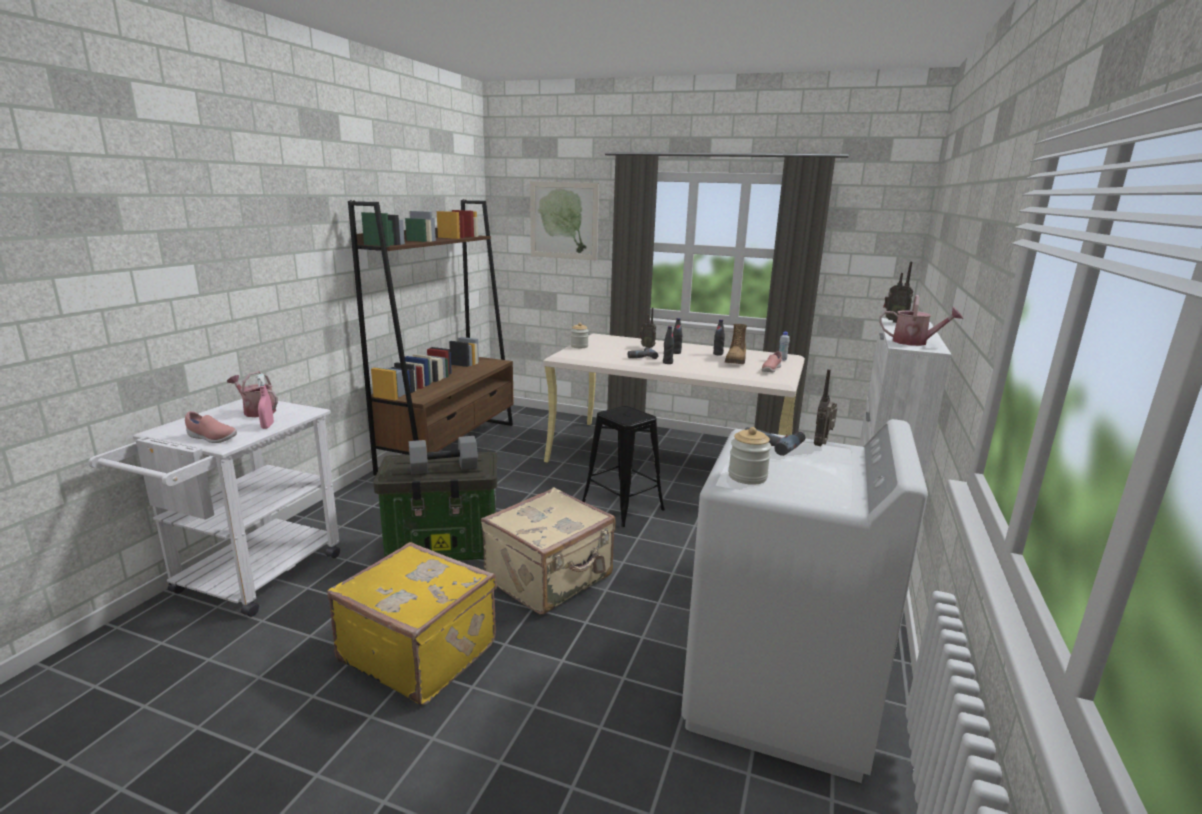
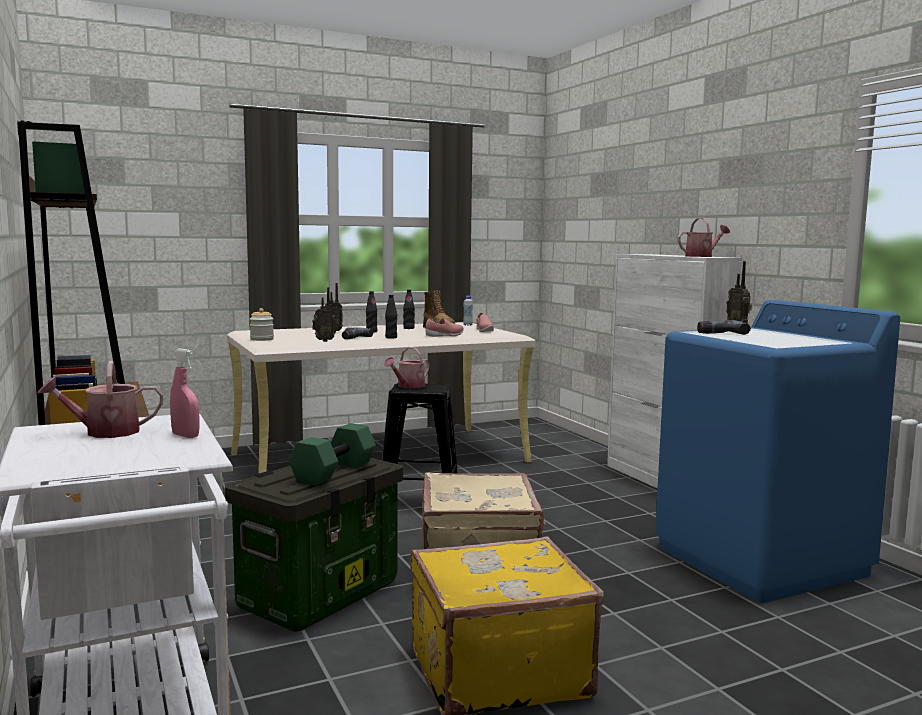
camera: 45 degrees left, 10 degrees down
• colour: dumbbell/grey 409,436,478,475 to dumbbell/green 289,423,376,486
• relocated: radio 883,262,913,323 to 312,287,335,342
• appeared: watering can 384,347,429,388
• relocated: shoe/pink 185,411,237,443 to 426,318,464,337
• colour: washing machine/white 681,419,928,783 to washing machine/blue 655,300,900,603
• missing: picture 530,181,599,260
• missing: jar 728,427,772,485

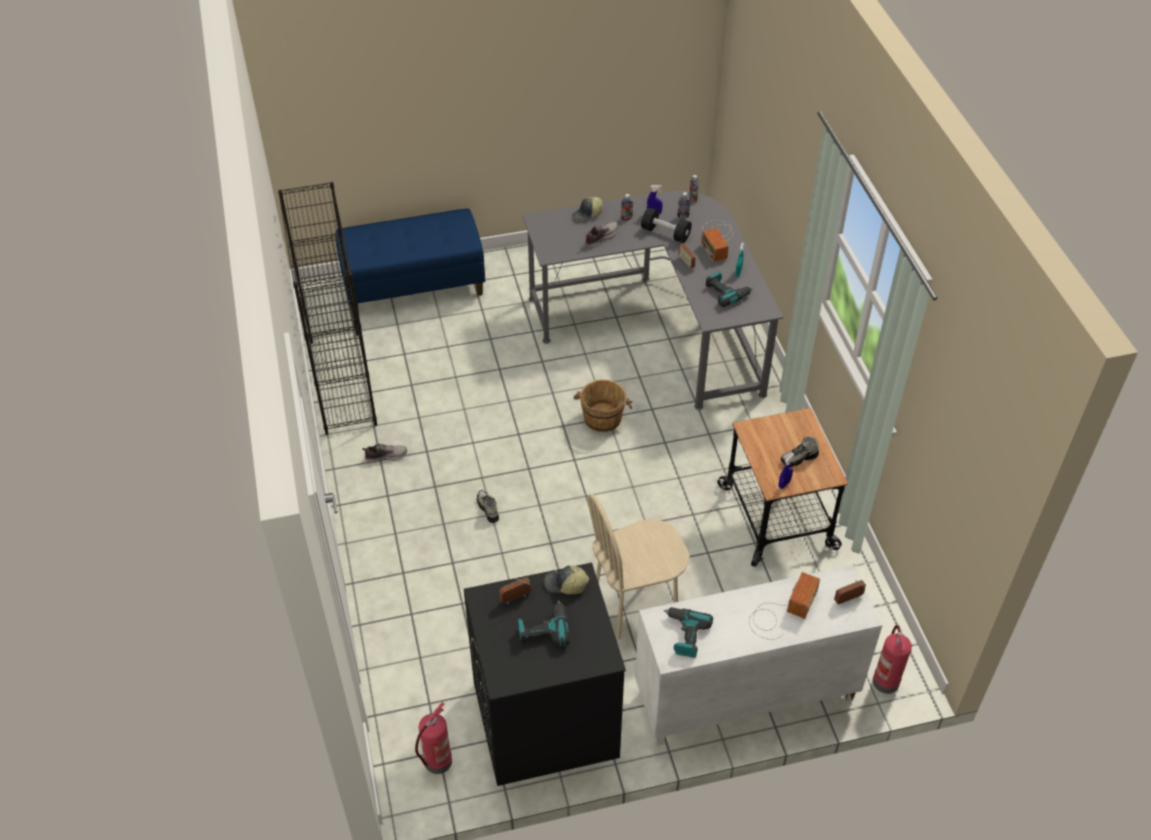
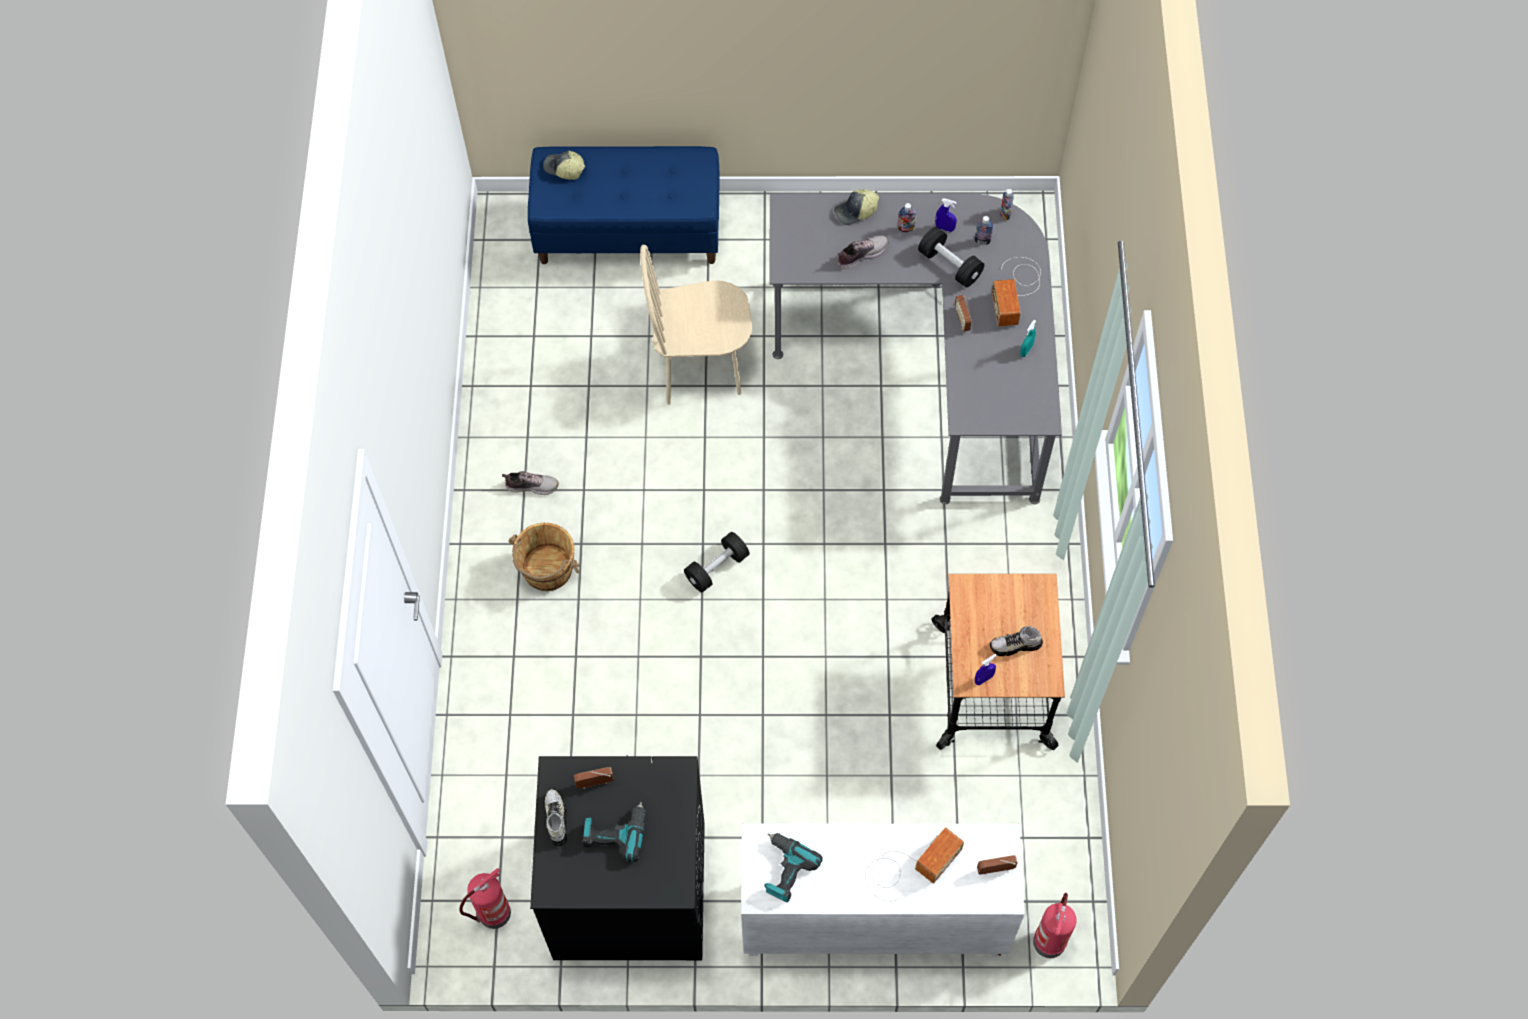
camera: 15 degrees right, 15 degrees up
• relocated: bucket/brown 573,380,632,432 to 508,523,580,591
• relocated: cap 544,565,589,594 to 543,151,585,180
• relocated: shoe 477,490,499,523 to 543,788,567,846
• relocated: chair/beige 588,494,690,639 to 640,245,752,405
• appeared: dumbbell/black 684,532,750,592
• missing: bookcase/black 278,182,377,435
• missing: power drill 706,271,753,307

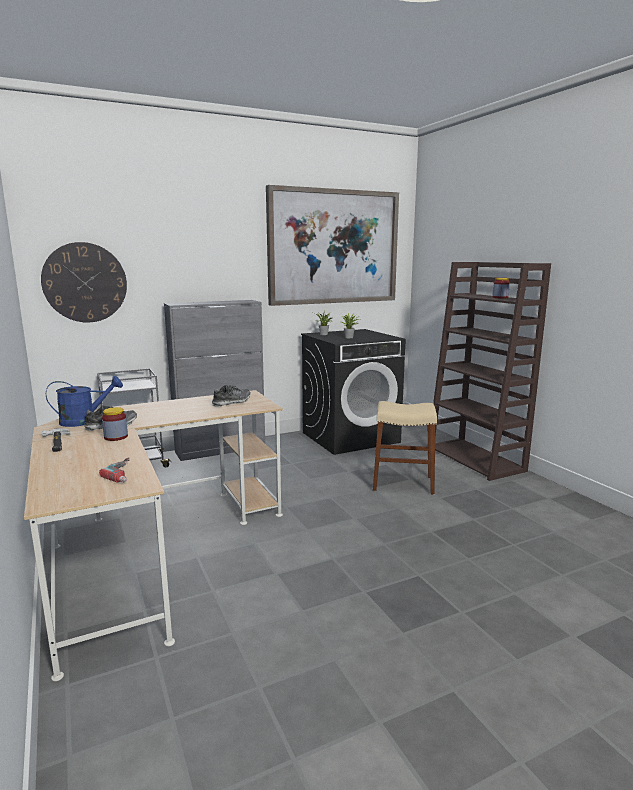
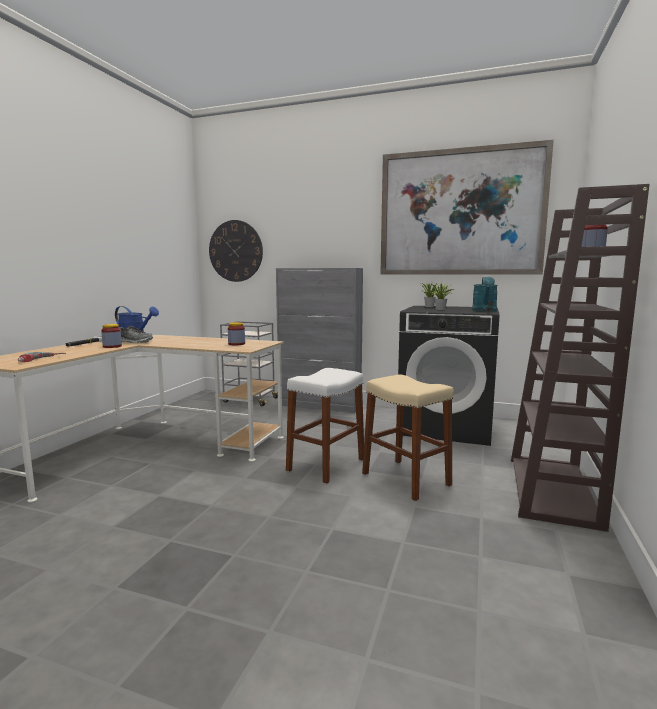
camera: 45 degrees right, 5 degrees down
• exchanged: shoe 212,385,251,406 to jar 228,322,245,345
• appeared: stool/white 286,368,364,484
• appeared: watering can/turquoise 472,277,498,312

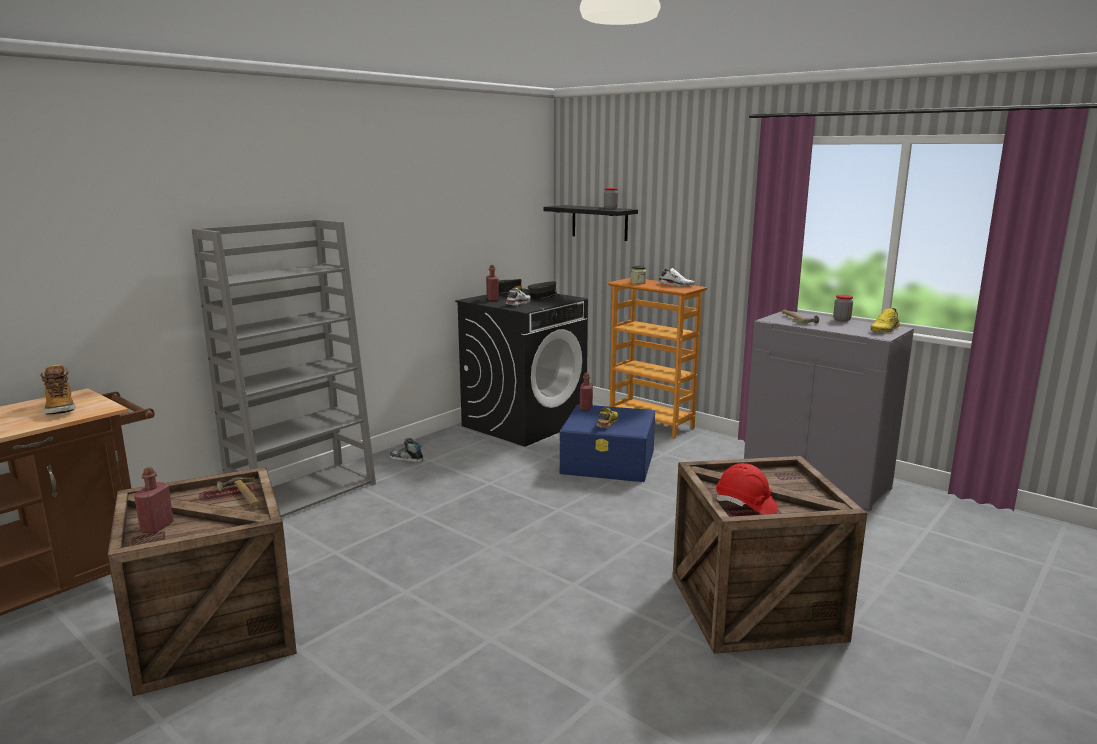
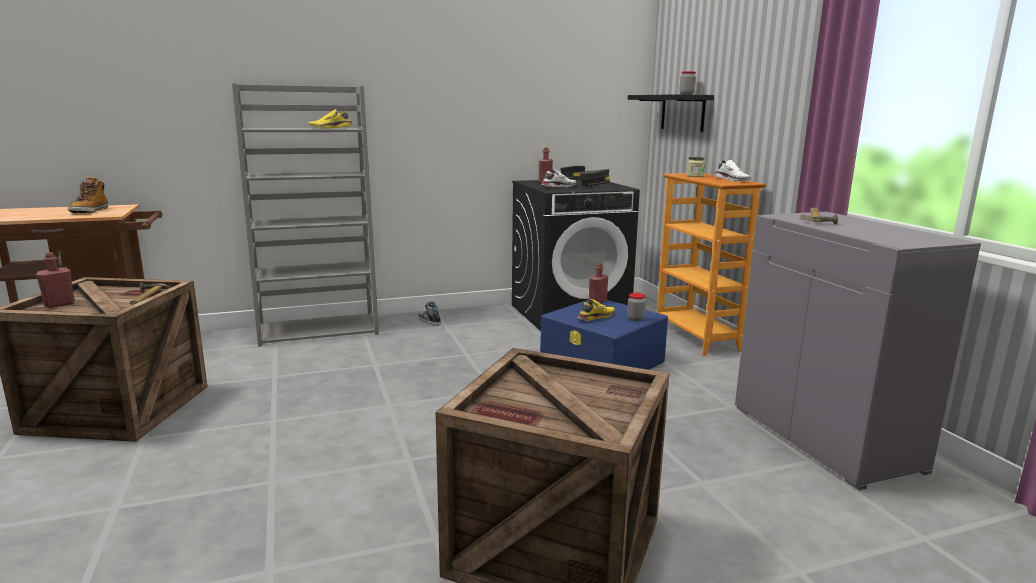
camera: 30 degrees right, 0 degrees up
• relocated: shoe/yellow 871,308,900,333 to 308,109,352,129
• relocated: jar 833,295,853,322 to 627,293,646,321
• missing: hard hat/red 716,463,778,515

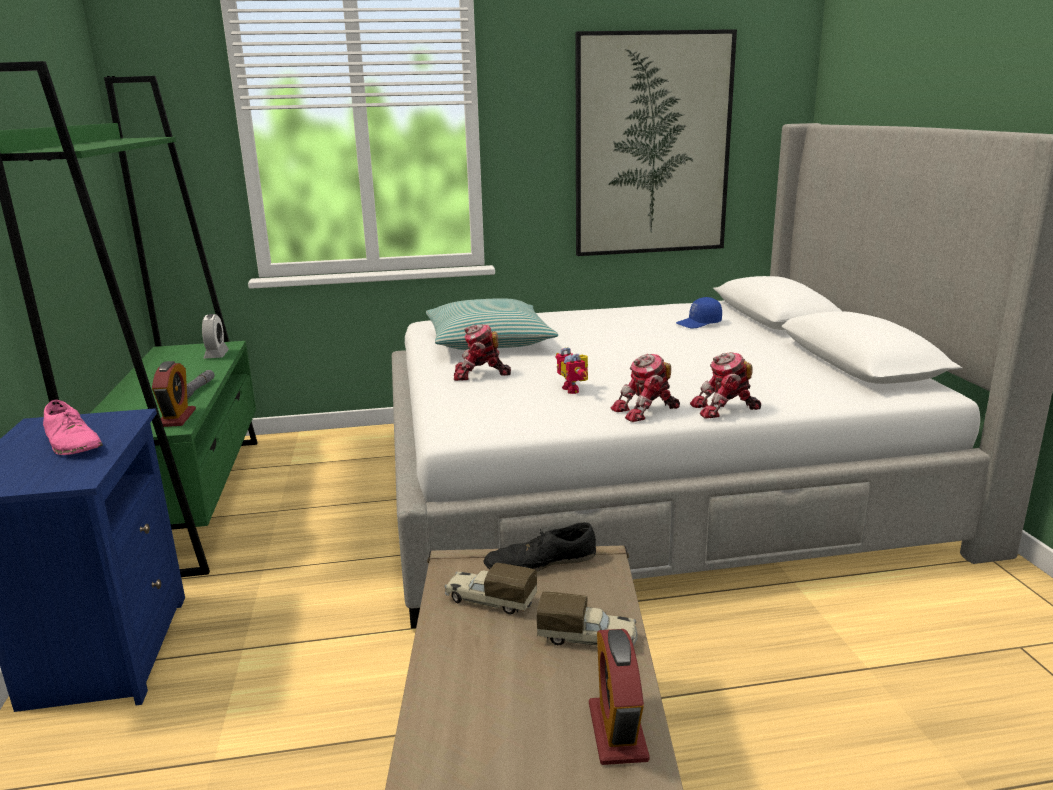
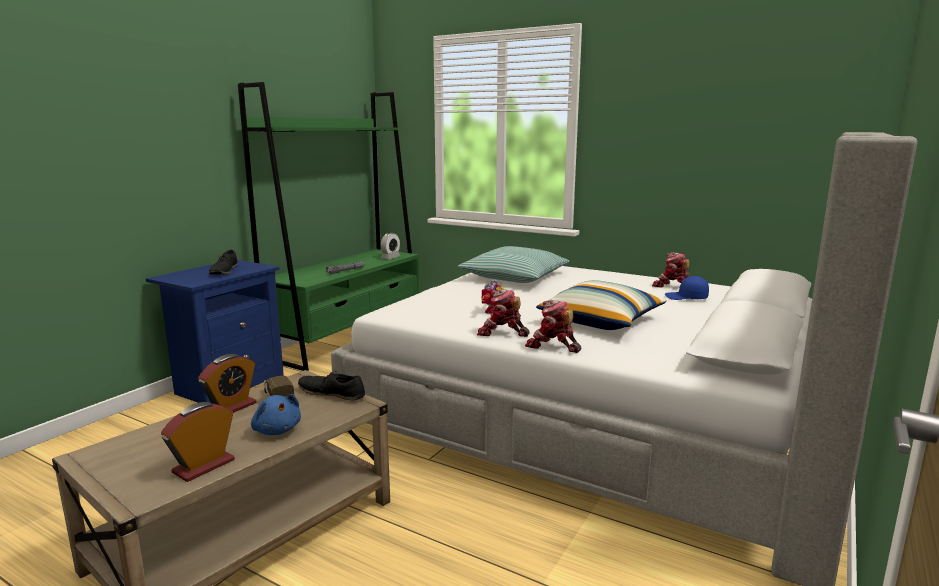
camera: 40 degrees right, 5 degrees down
• relocated: alarm clock 152,361,196,427 to 198,354,256,413
• colour: shoe/pink 43,400,103,455 to shoe/black 209,250,237,274
• exchanged: toy truck 537,591,638,646 to plush toy/blue 251,394,301,435
• appeared: pillow 536,280,667,330
• relocated: toy robot 454,325,511,381 to 652,252,690,288
• missing: picture 575,29,737,256

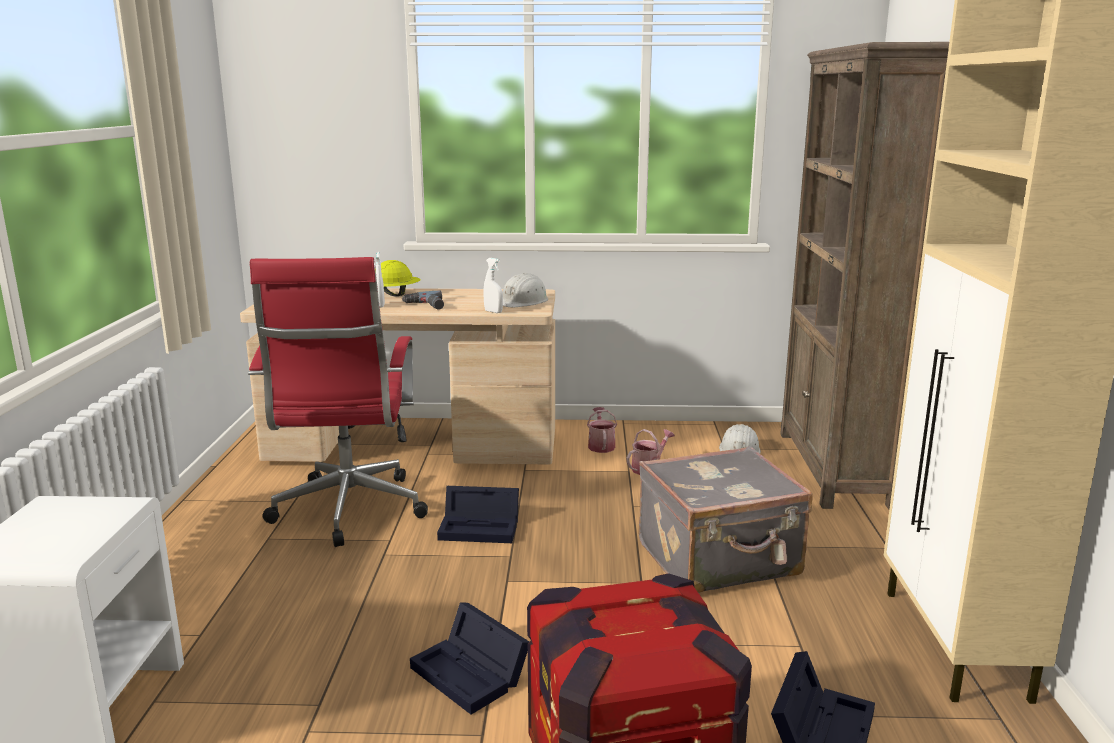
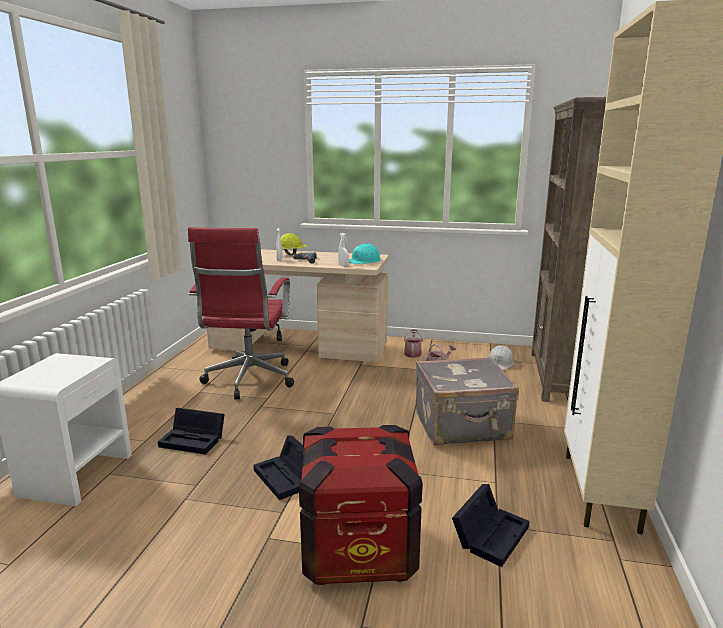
camera: 10 degrees right, 0 degrees up
• relocated: storage box/black 437,486,519,543 to 158,408,225,455
• colour: hard hat/white 503,273,548,308 to hard hat/turquoise 349,243,381,264

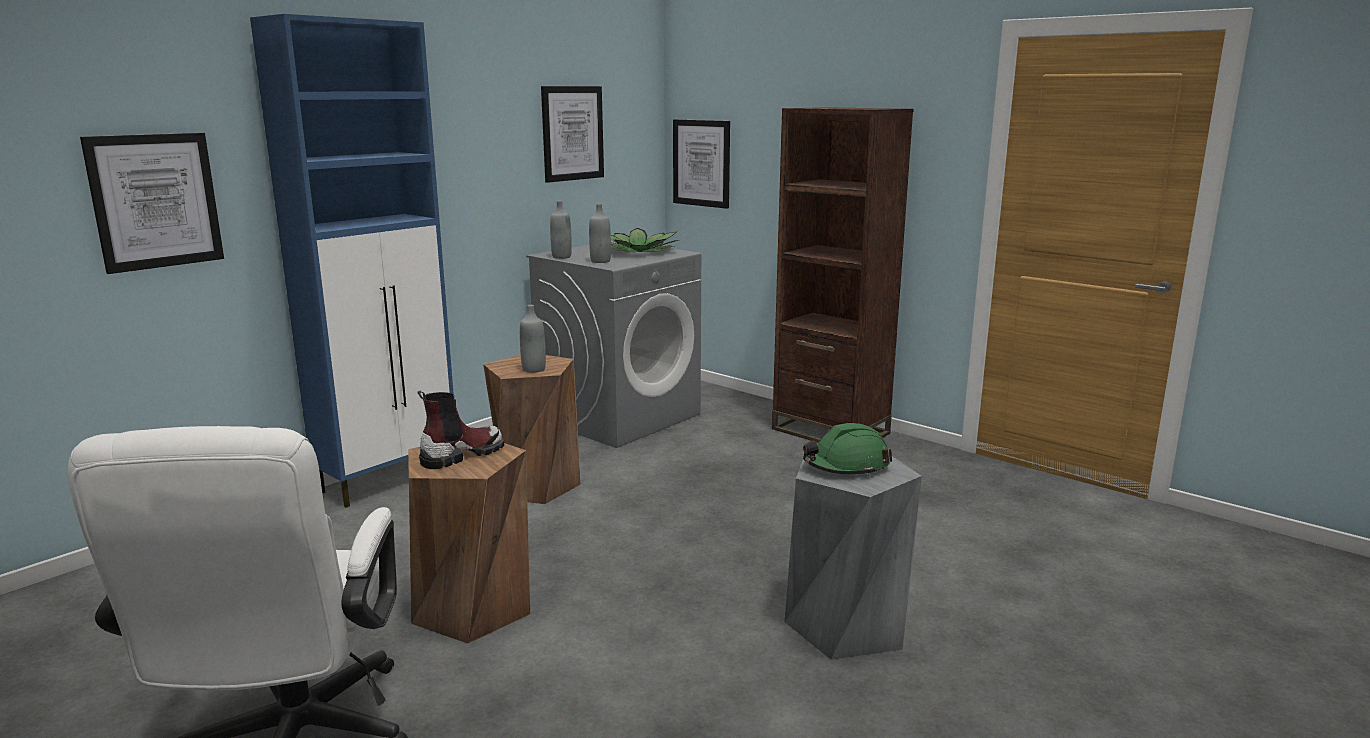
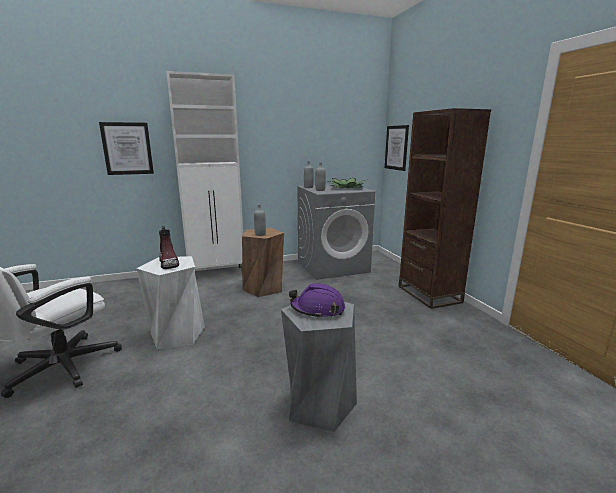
camera: 30 degrees right, 0 degrees up
• colour: stool/brown 408,443,530,644 to stool/white 136,256,205,349
• spun: boot 418,391,504,469 = 159,226,179,269 75 degrees clockwise
• colour: cabinet/blue 250,14,454,508 to cabinet/white 166,71,243,270
• colour: hard hat/green 803,423,892,476 to hard hat/purple 289,283,345,319
• missing: picture 541,86,604,183

